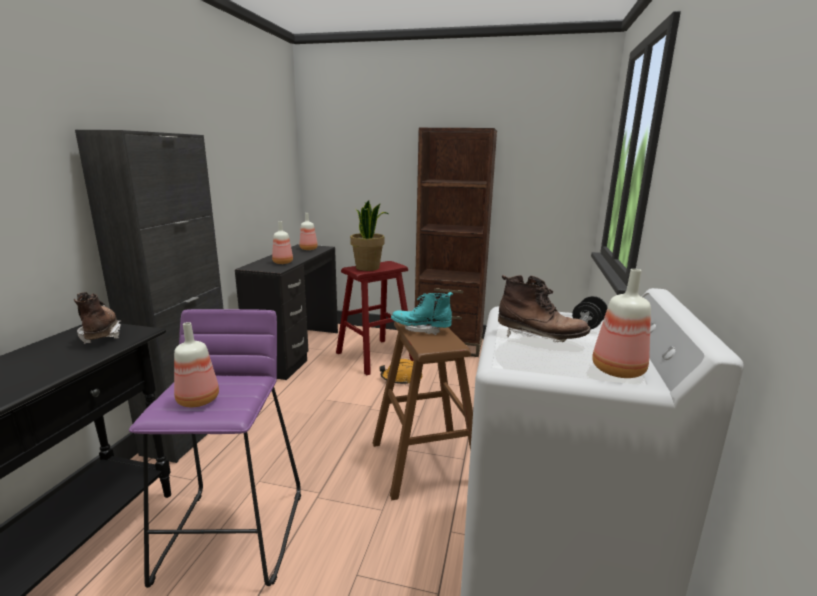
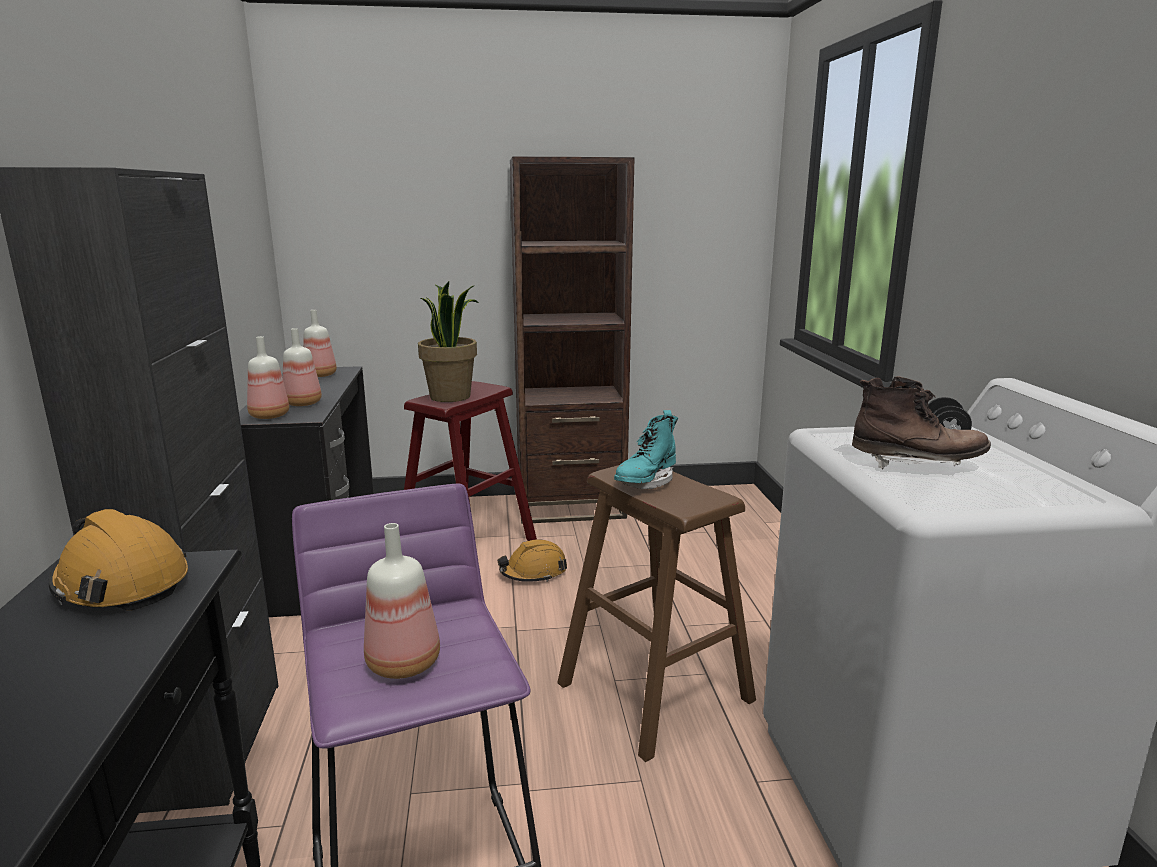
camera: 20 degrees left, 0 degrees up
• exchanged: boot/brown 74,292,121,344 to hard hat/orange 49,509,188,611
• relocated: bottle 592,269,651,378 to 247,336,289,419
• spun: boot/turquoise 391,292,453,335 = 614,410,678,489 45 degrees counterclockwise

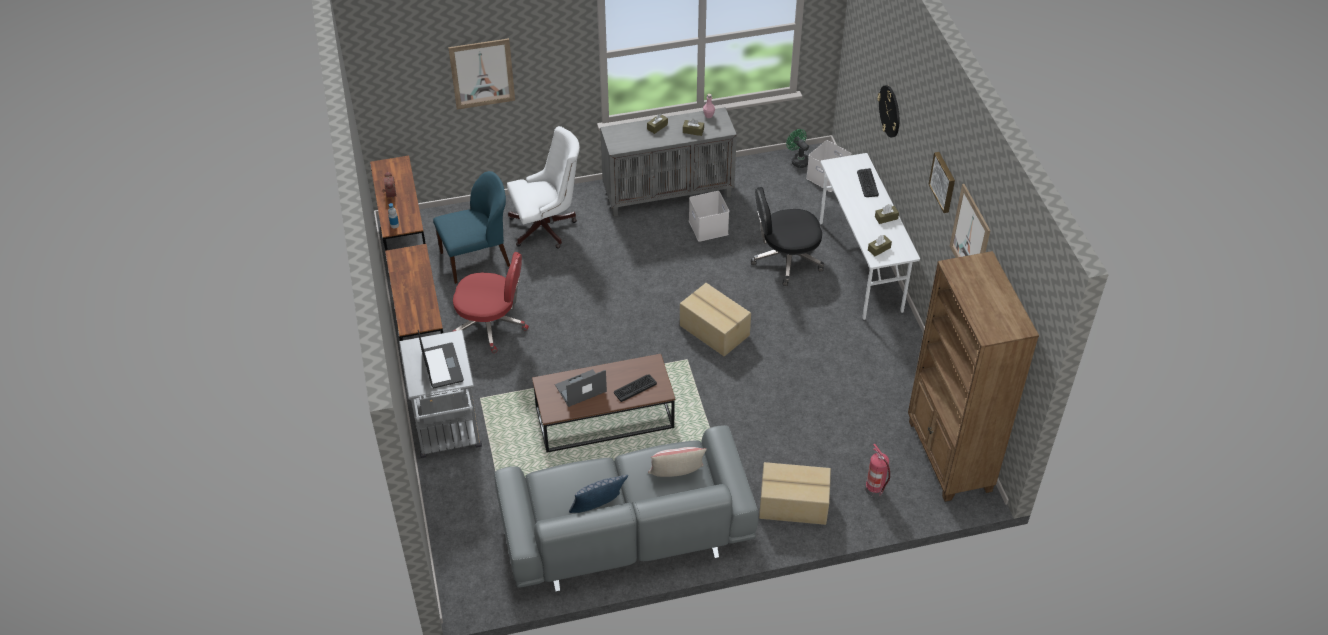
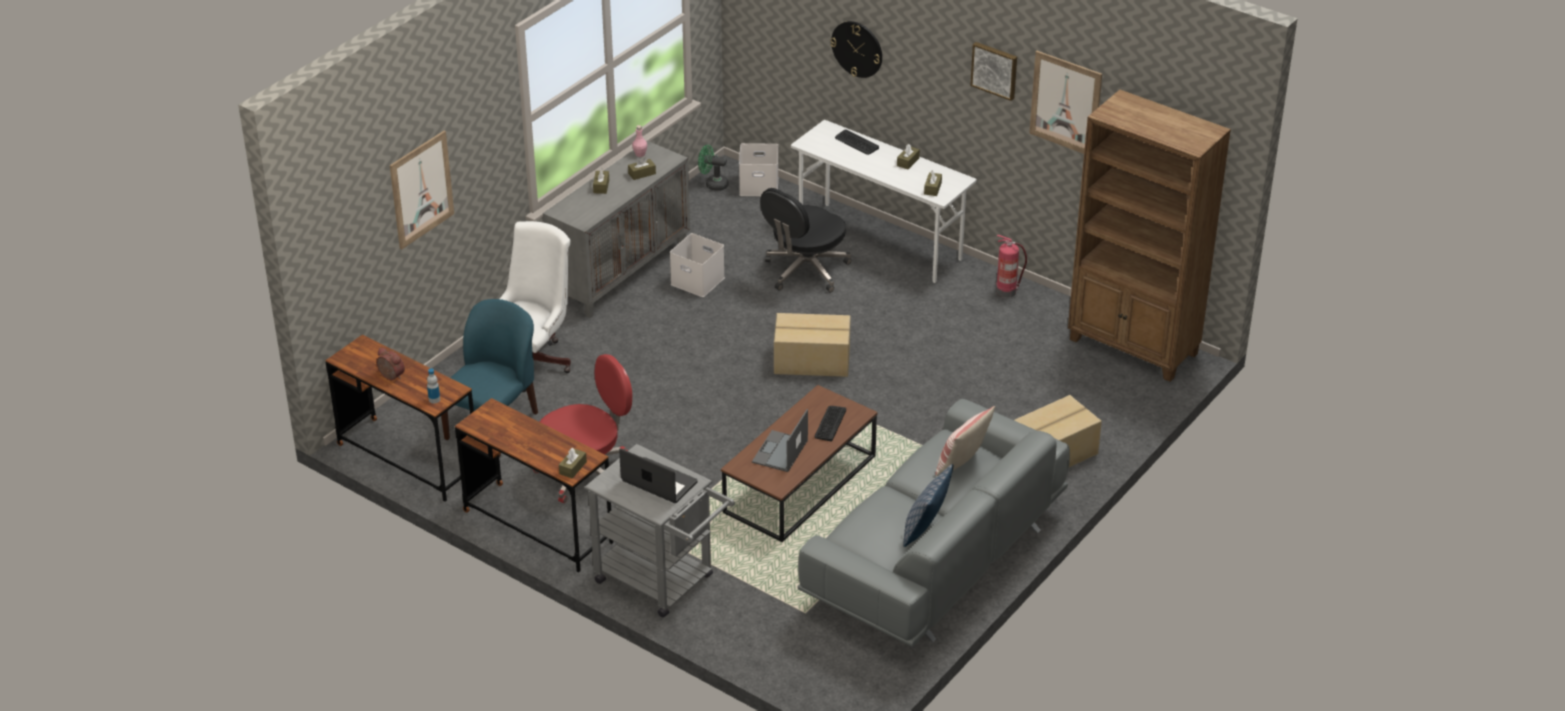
camera: 40 degrees left, 10 degrees down
• appeared: tissue box/brown 559,448,587,479
• relocated: fire extinguisher 865,444,890,497 to 996,235,1027,298

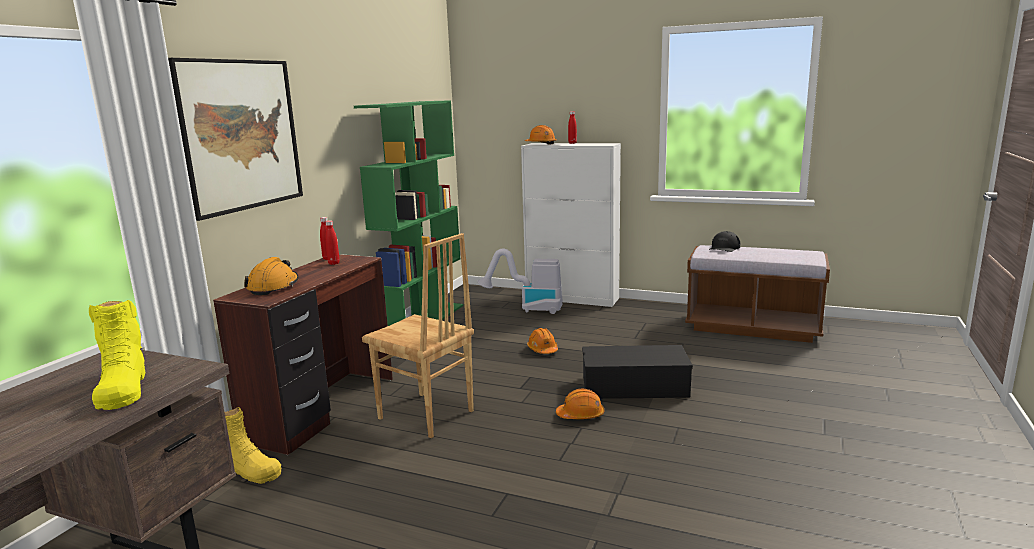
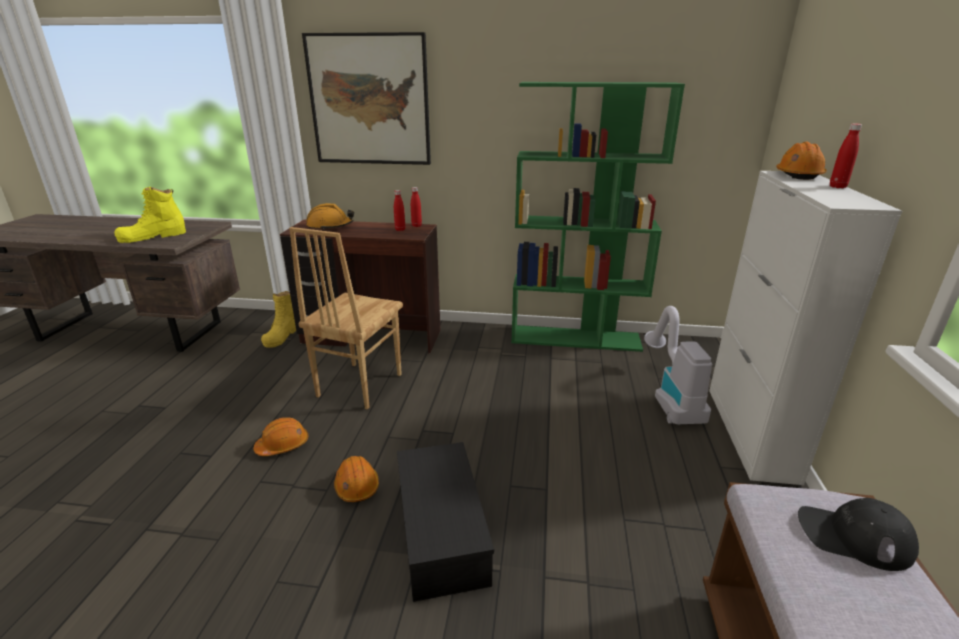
camera: 75 degrees right, 10 degrees up
• relocated: hard hat/orange 527,328,558,354 to 253,417,308,456

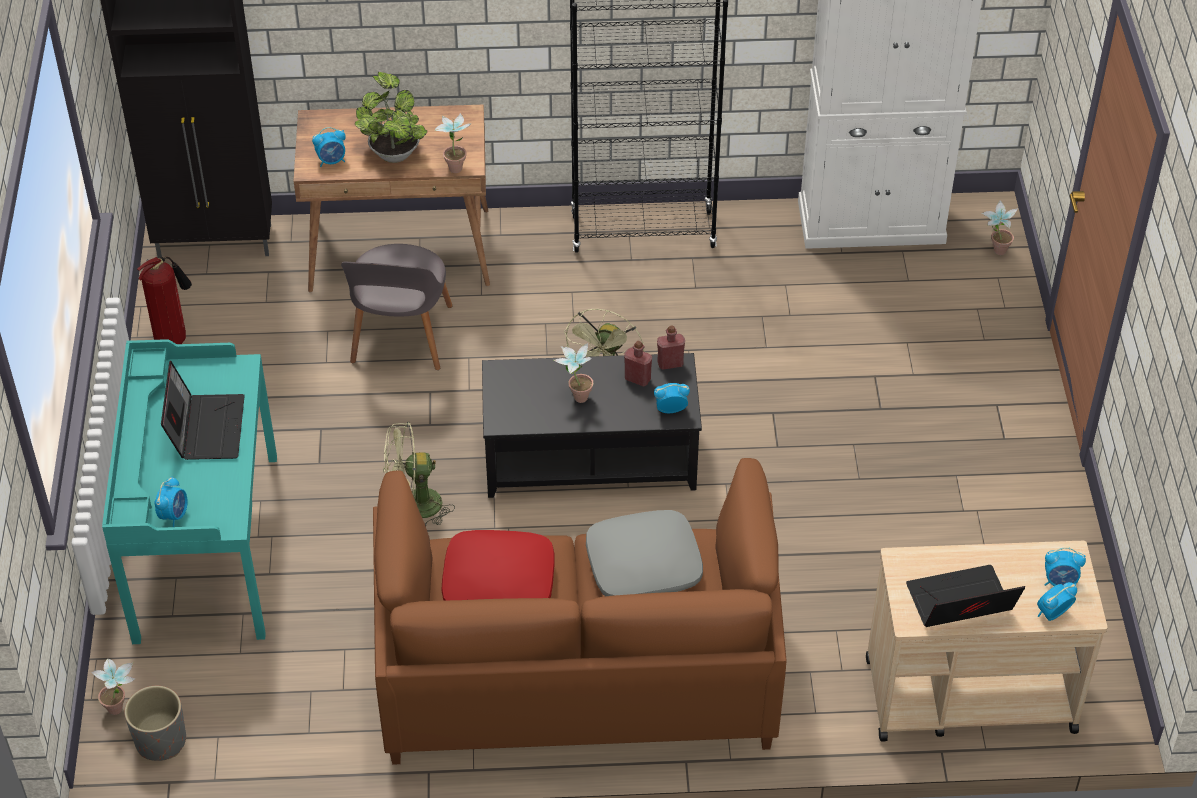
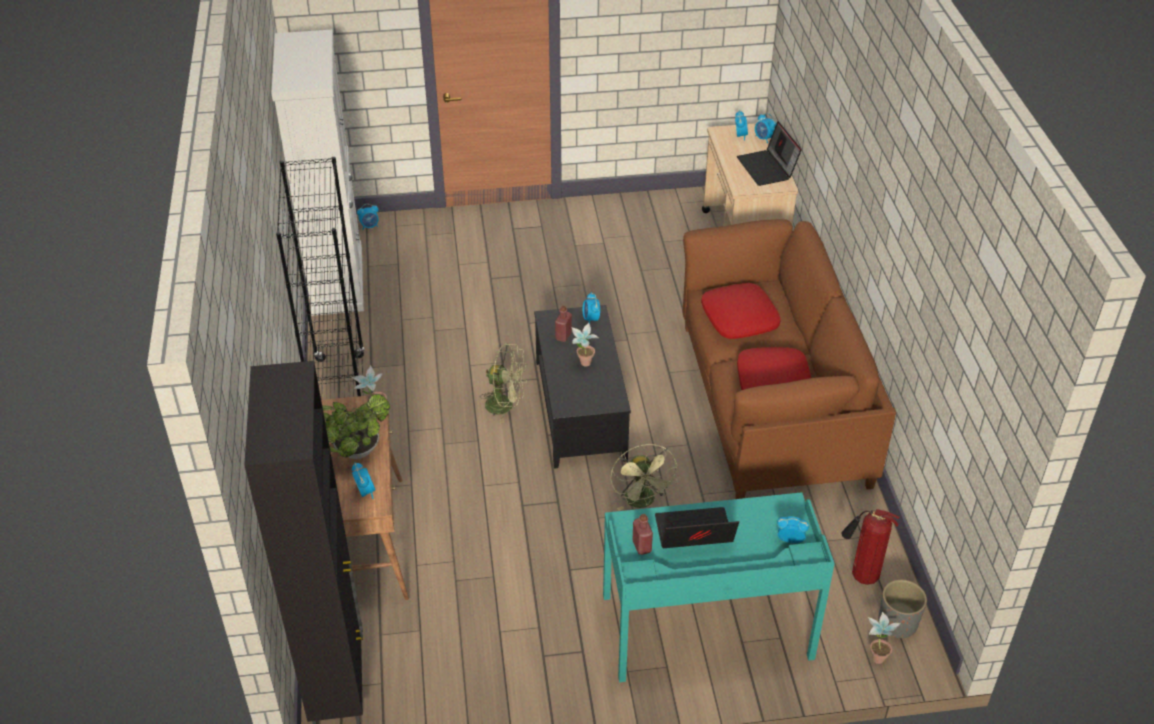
camera: 95 degrees left, 5 degrees down
• exchanged: potted plant 982,200,1018,255 to alarm clock 357,204,379,230
• relocated: bottle/red 657,326,685,370 to 632,514,653,555
• colour: pillow/grey 586,510,703,596 to pillow/red 701,283,781,339
• relocated: fire extinguisher 137,257,192,344 to 841,509,900,585
• missing: chair/grey 341,244,453,370

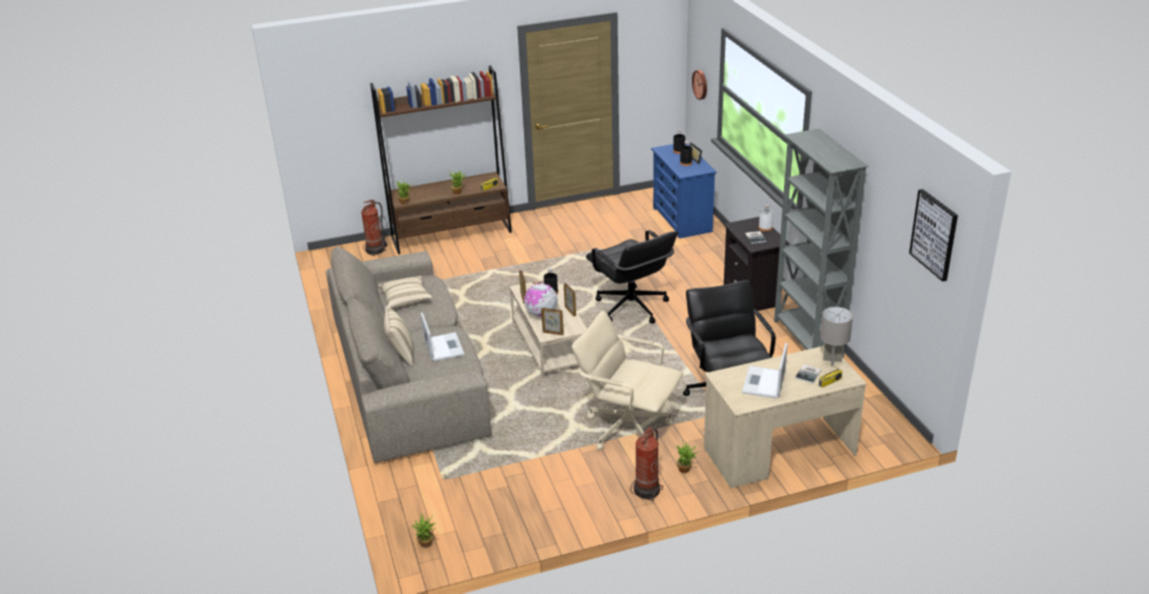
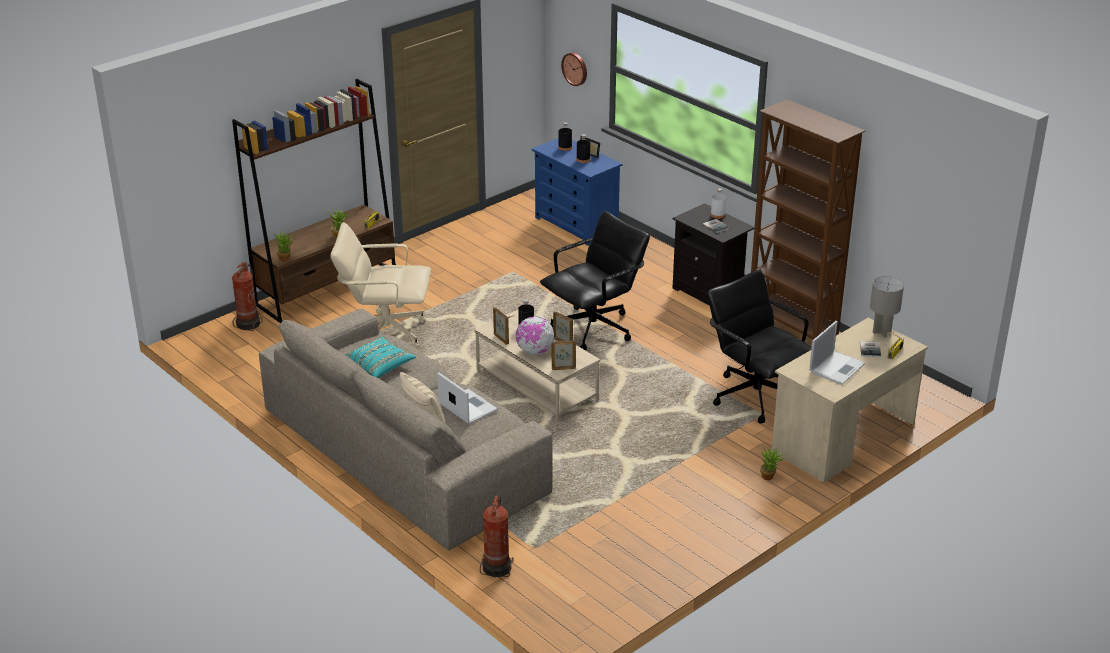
camera: 25 degrees left, 0 degrees up
• relocated: office chair/beige 572,311,683,450 to 330,222,431,349
• colour: pillow/beige 378,276,433,308 to pillow/turquoise 345,336,416,378
• relocated: fire extinguisher 630,427,663,501 to 480,495,513,577
• spun: office chair/black 586,230,677,324 = 540,211,650,351 75 degrees counterclockwise
• colour: bookcase/grey 774,129,868,358 to bookcase/brown 751,99,865,340
• spun: laptop 742,343,788,398 = 809,321,865,385 135 degrees counterclockwise
• missing: potted plant 412,513,436,548
• missing: picture 909,189,958,282

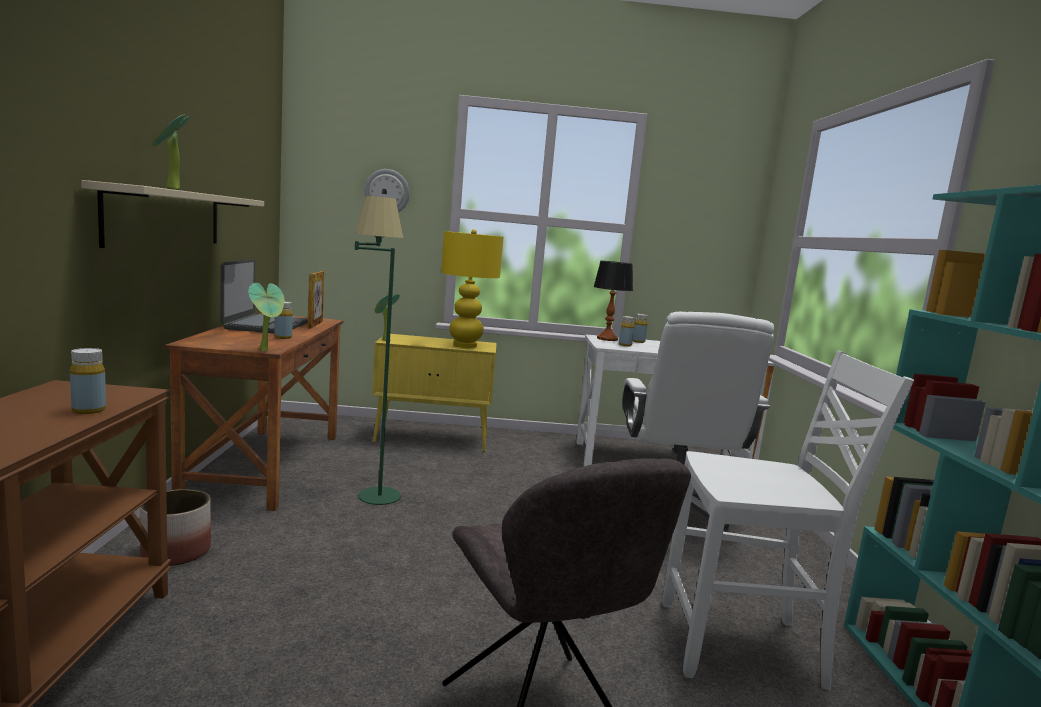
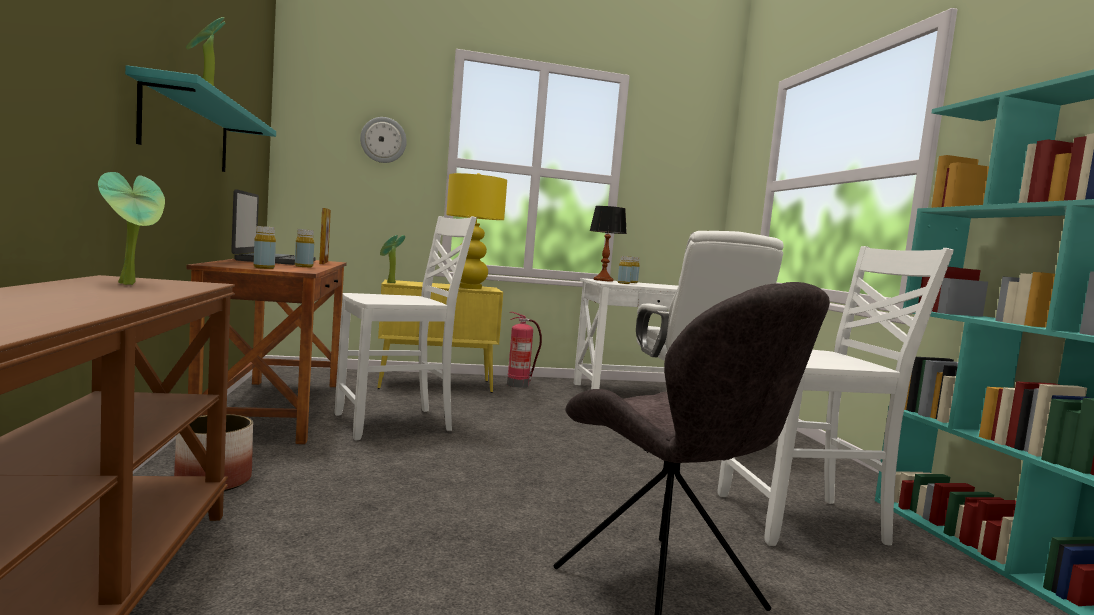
camera: 10 degrees left, 5 degrees down
• relocated: potted plant 248,283,284,351 to 98,172,165,285
• colour: shelf/beige 81,180,264,248 to shelf/turquoise 125,65,276,172
• relocated: bottle/yellow 70,348,106,414 to 254,226,276,269
• exchanged: floor lamp/green 355,196,403,505 to chair/white 335,216,477,440
• appeared: fire extinguisher 507,312,542,388

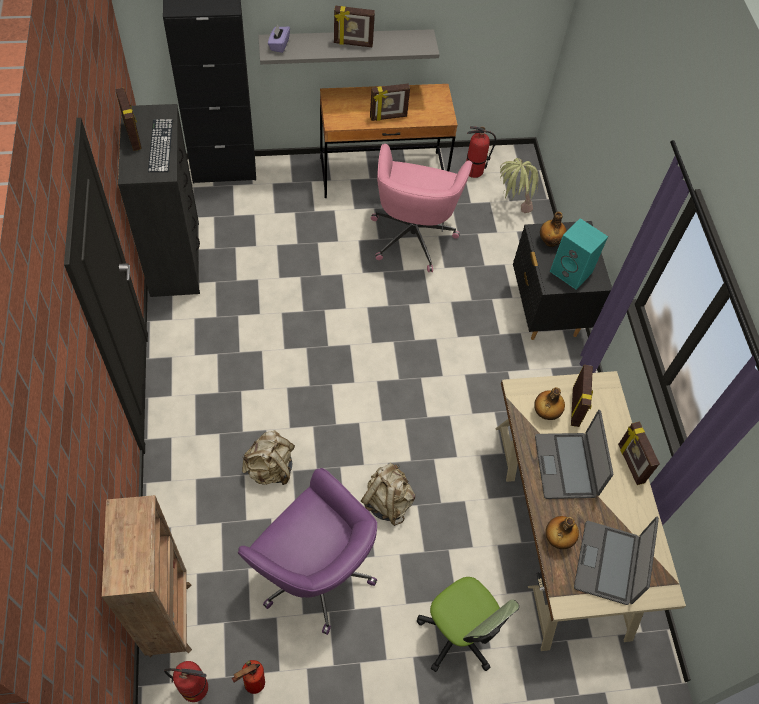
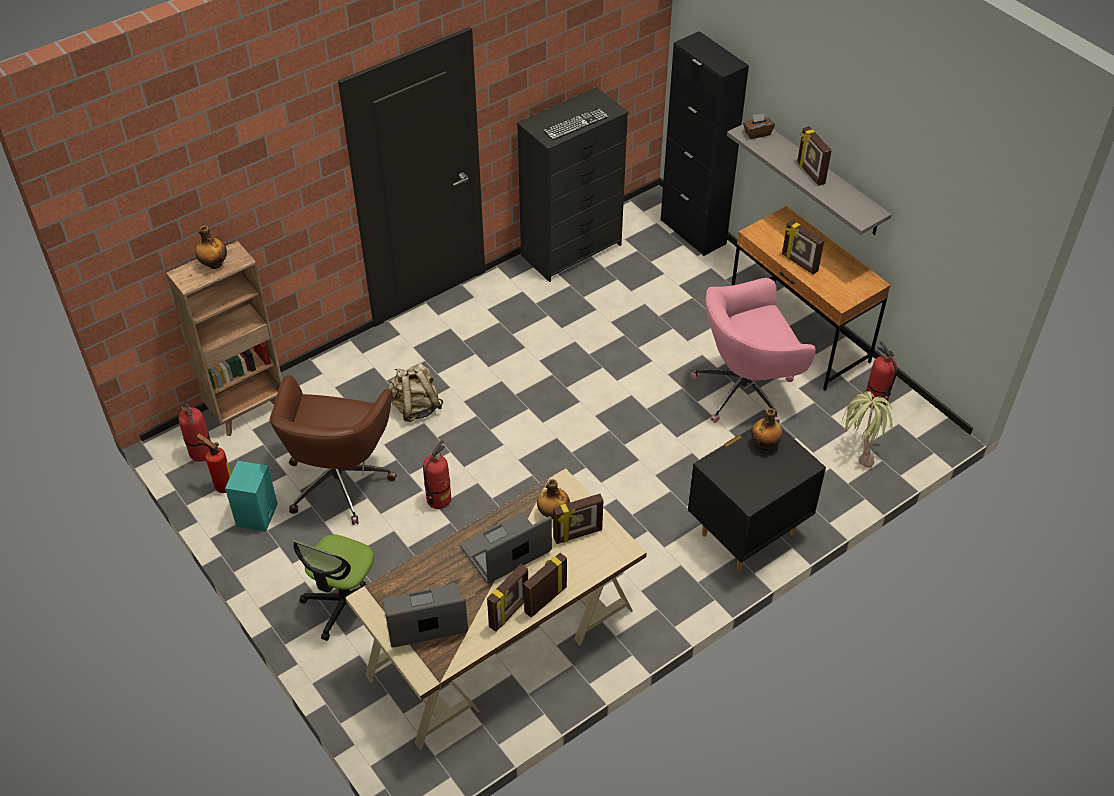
camera: 65 degrees right, 10 degrees down
• relocated: bottle 546,516,579,549 to 195,226,227,269
• relocated: speaker/turquoise 550,218,608,290 to 225,461,278,532
• colour: office chair/purple 238,468,377,635 to office chair/brown 269,375,397,525
• exchanged: backpack/beige 361,463,415,526 to fire extinguisher 423,440,451,509
• relocated: picture frame 115,88,141,151 to 487,564,528,632
• colour: tissue box/purple 268,25,290,53 to tissue box/brown 743,113,775,139

